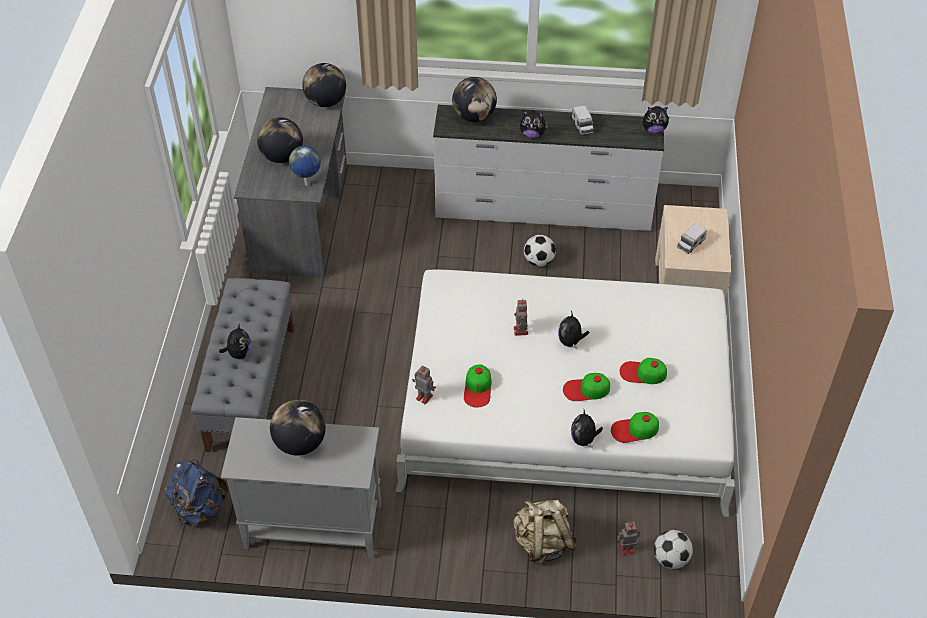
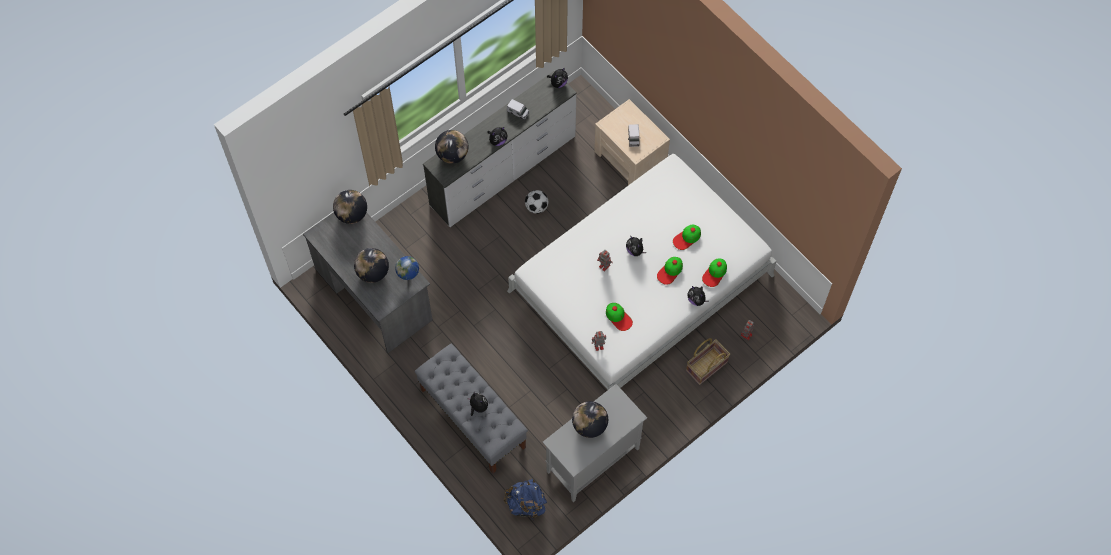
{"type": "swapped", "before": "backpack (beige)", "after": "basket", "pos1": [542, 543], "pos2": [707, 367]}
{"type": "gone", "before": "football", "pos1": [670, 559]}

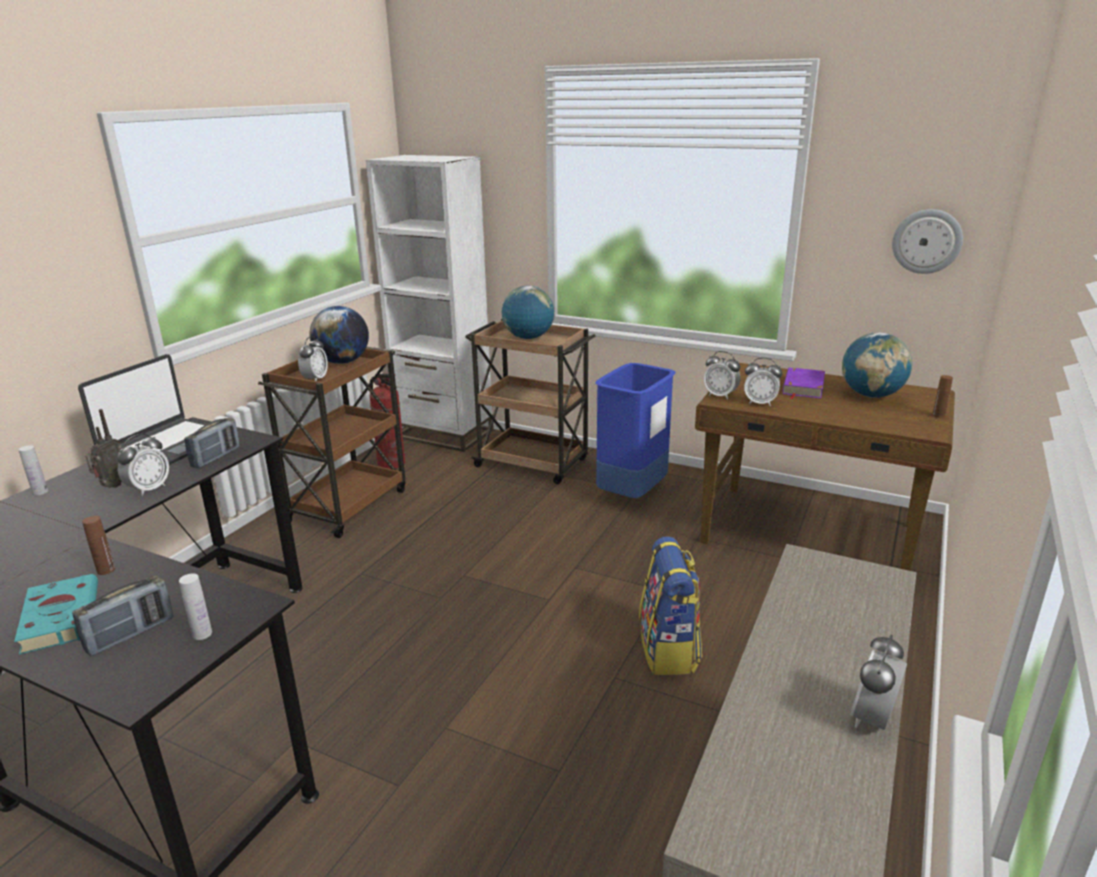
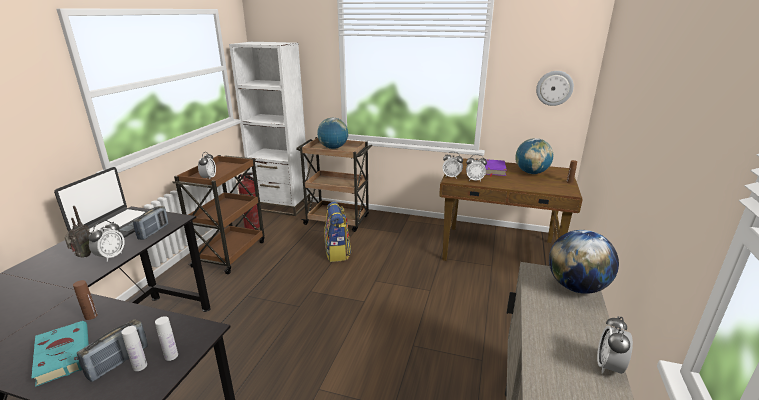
{"type": "shifted", "before": "bottle (white)", "pos1": [40, 492], "pos2": [140, 366]}
{"type": "shifted", "before": "globe", "pos1": [343, 362], "pos2": [576, 287]}
{"type": "gone", "before": "trash can (blue)", "pos1": [632, 494]}
{"type": "shifted", "before": "backpack", "pos1": [669, 650], "pos2": [337, 252]}

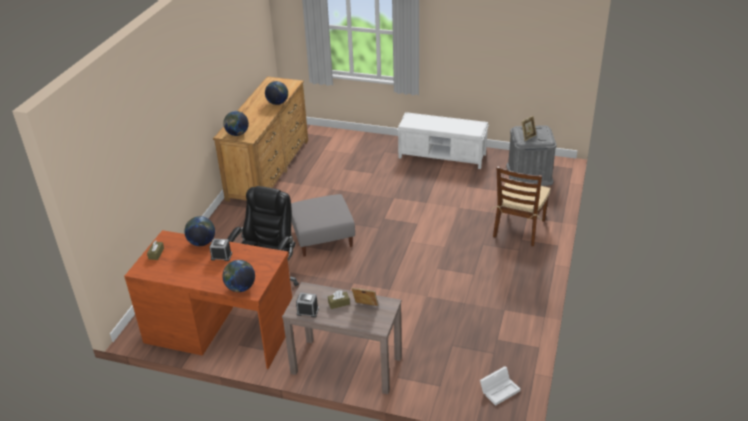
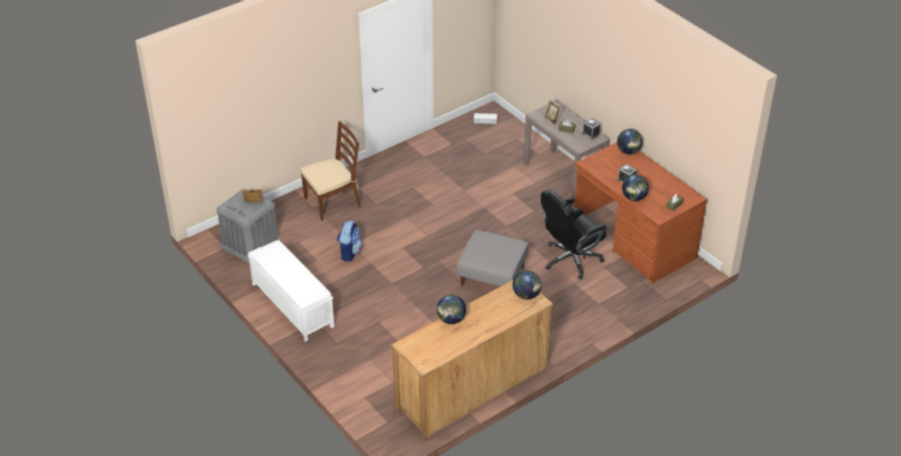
{"type": "new", "after": "backpack", "pos2": [349, 252]}

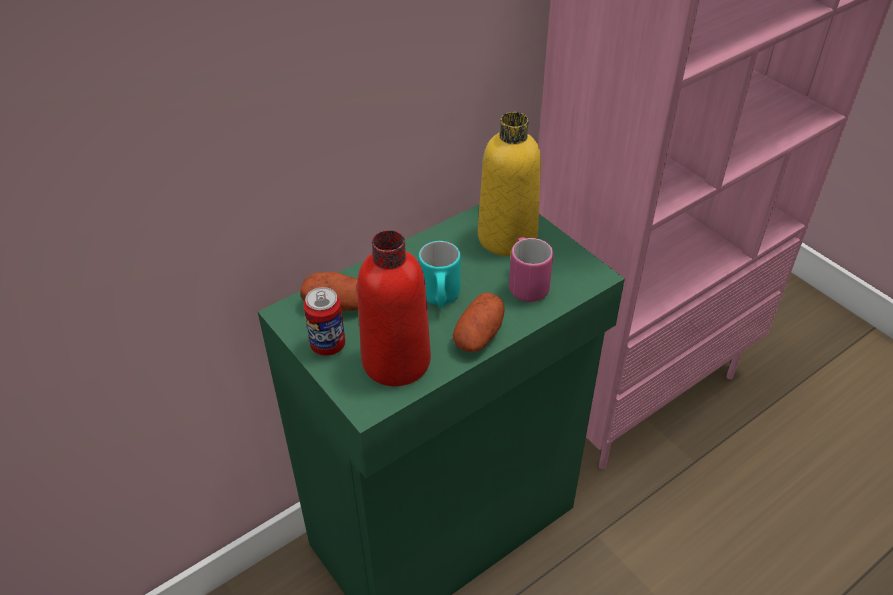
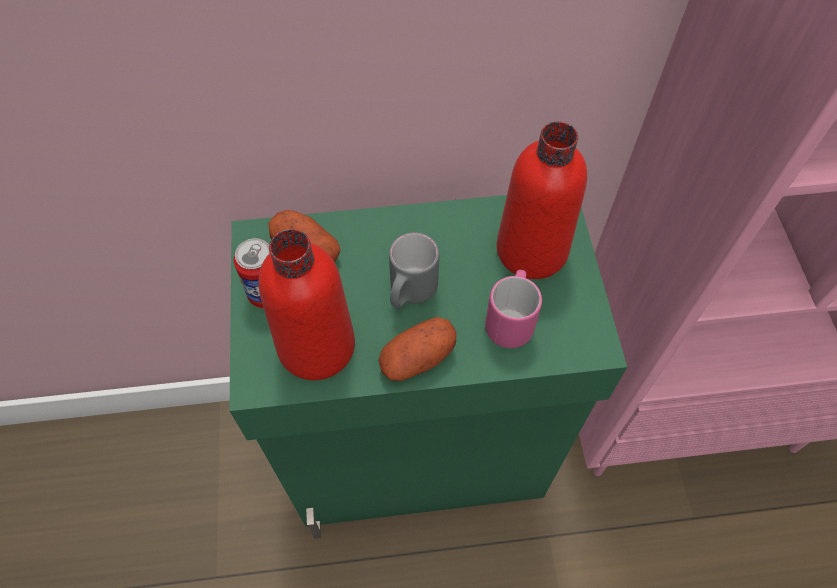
{"type": "repainted", "before": "mug (turquoise)", "after": "mug (grey)", "pos1": [440, 298], "pos2": [410, 293]}
{"type": "repainted", "before": "bottle (yellow)", "after": "bottle (red)", "pos1": [507, 237], "pos2": [531, 250]}

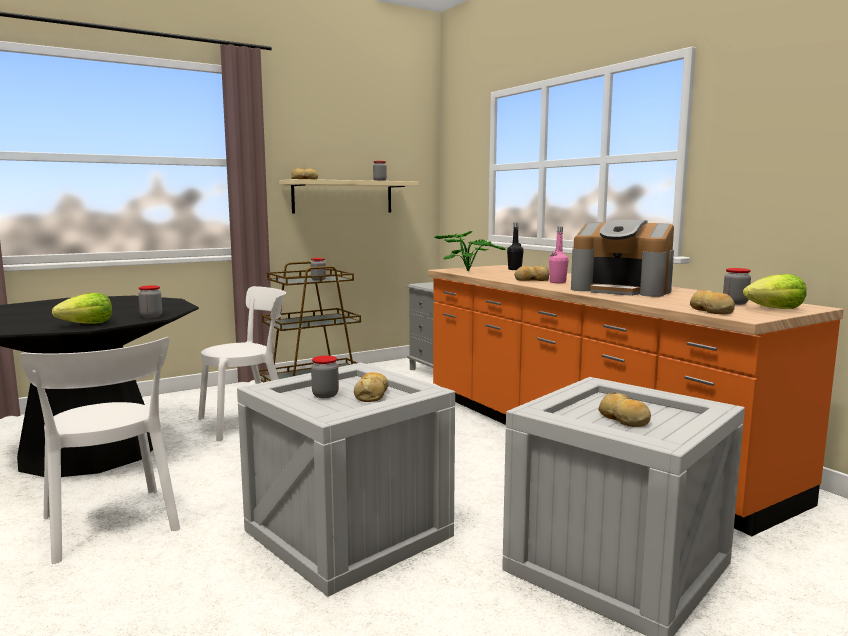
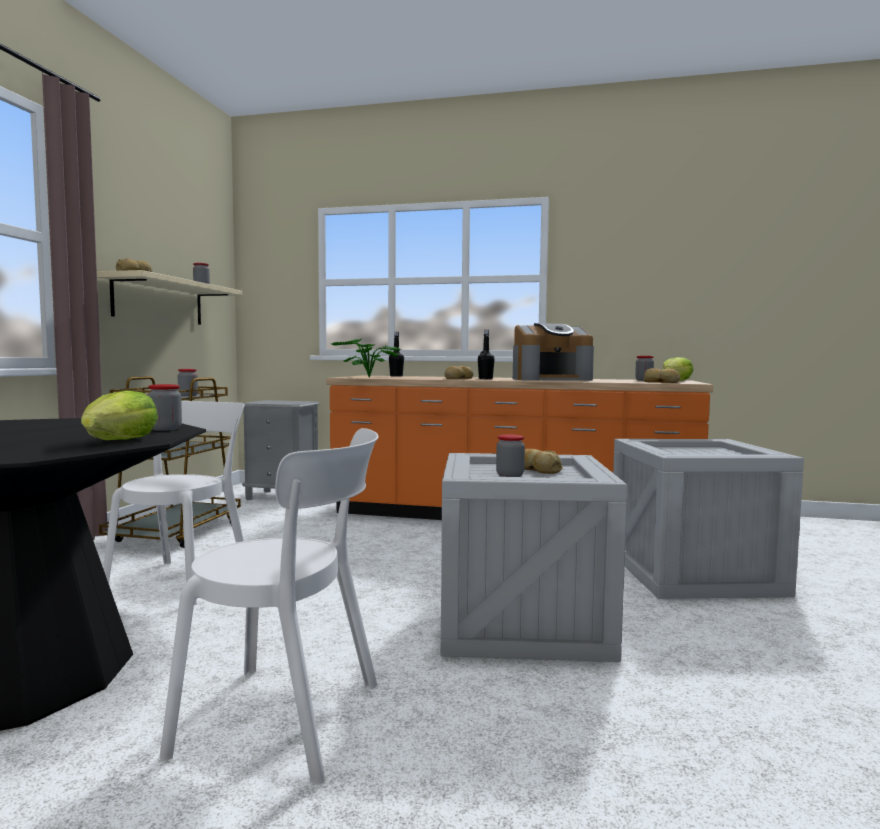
{"type": "repainted", "before": "bottle (pink)", "after": "bottle (black)", "pos1": [557, 282], "pos2": [485, 378]}
{"type": "gone", "before": "bread", "pos1": [624, 419]}

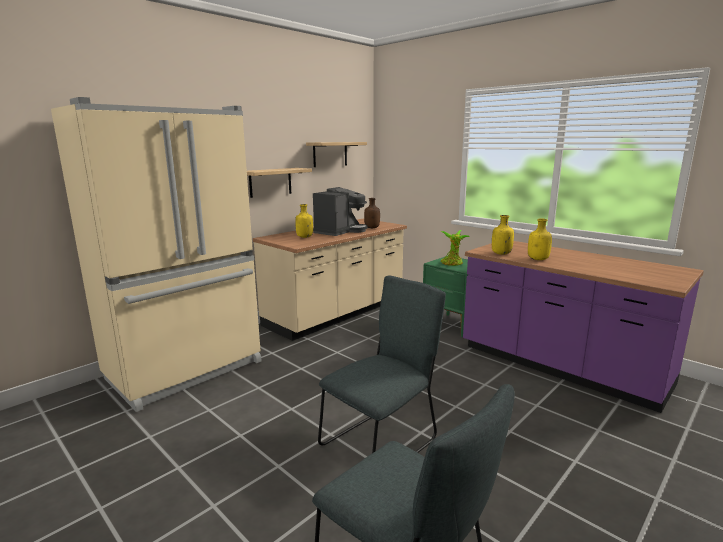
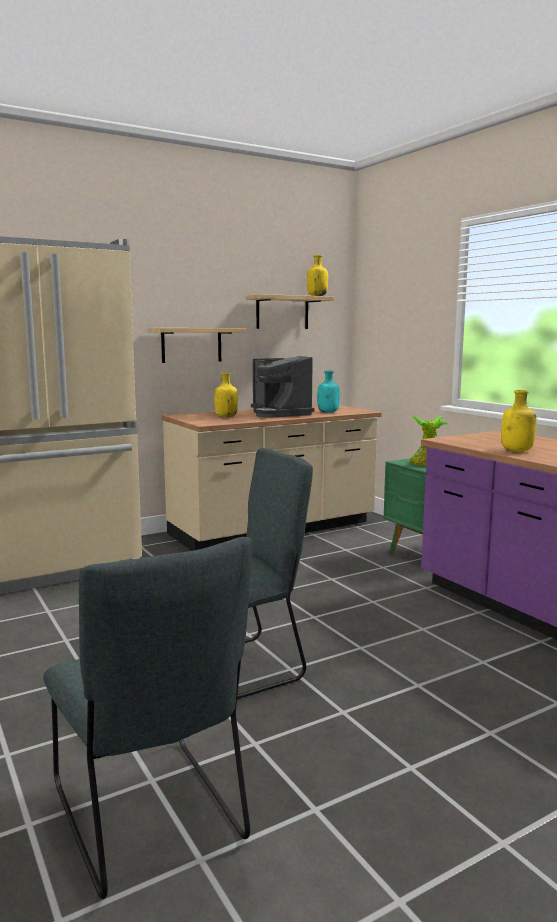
{"type": "rotated", "before": "coffee machine", "pos1": [340, 231], "pos2": [280, 413], "turn": 105}
{"type": "repainted", "before": "bottle (brown)", "after": "bottle (turquoise)", "pos1": [372, 228], "pos2": [328, 412]}
{"type": "shifted", "before": "bottle (yellow)", "pos1": [501, 254], "pos2": [317, 296]}

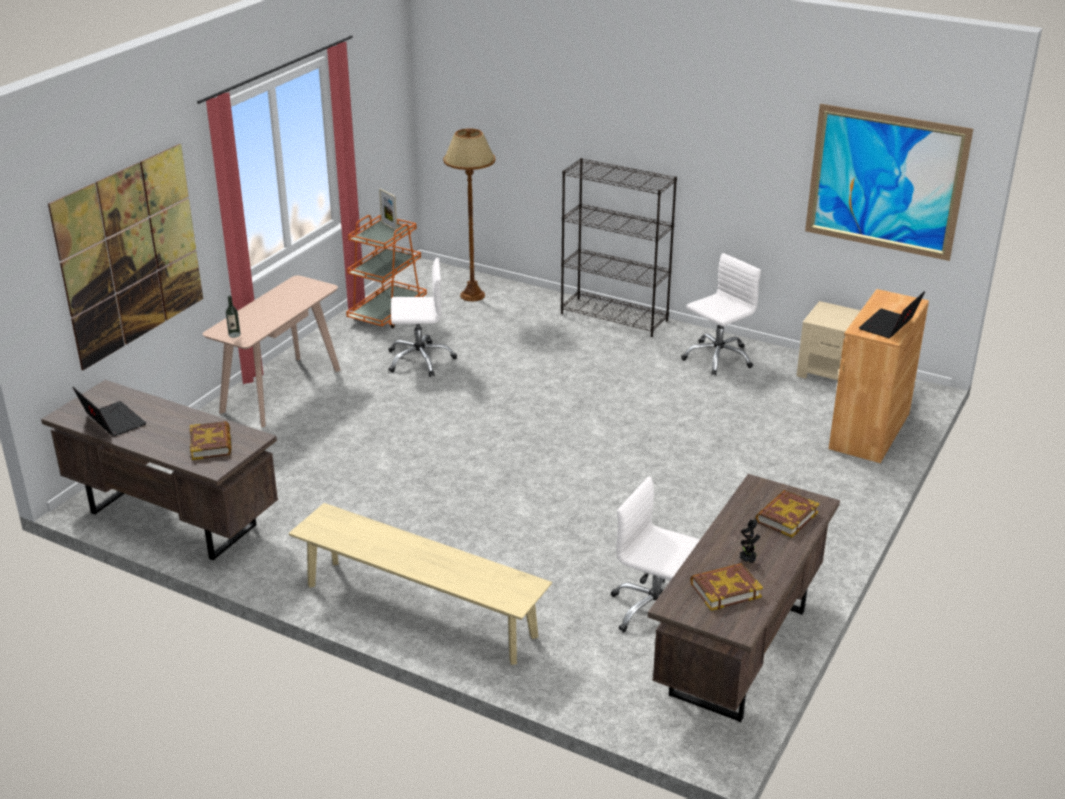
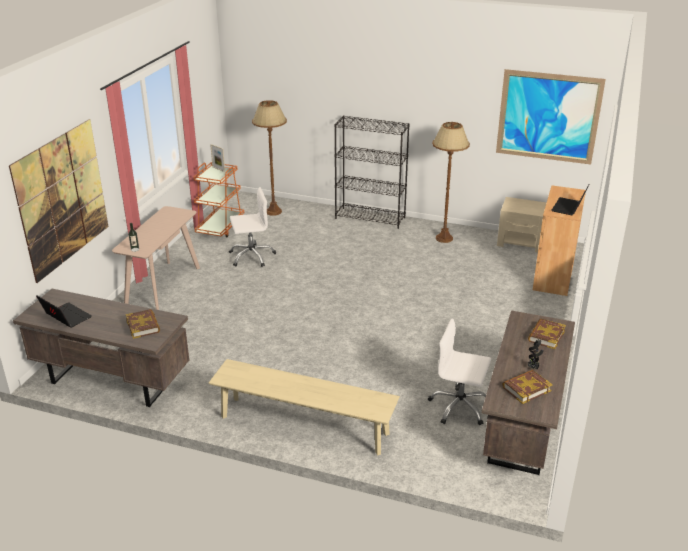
{"type": "swapped", "before": "office chair (white)", "after": "floor lamp (brown)", "pos1": [717, 358], "pos2": [444, 238]}

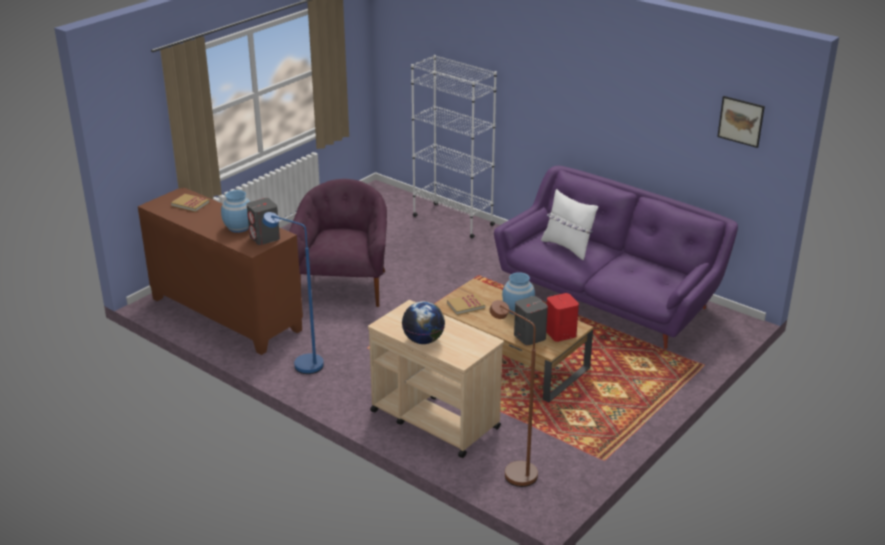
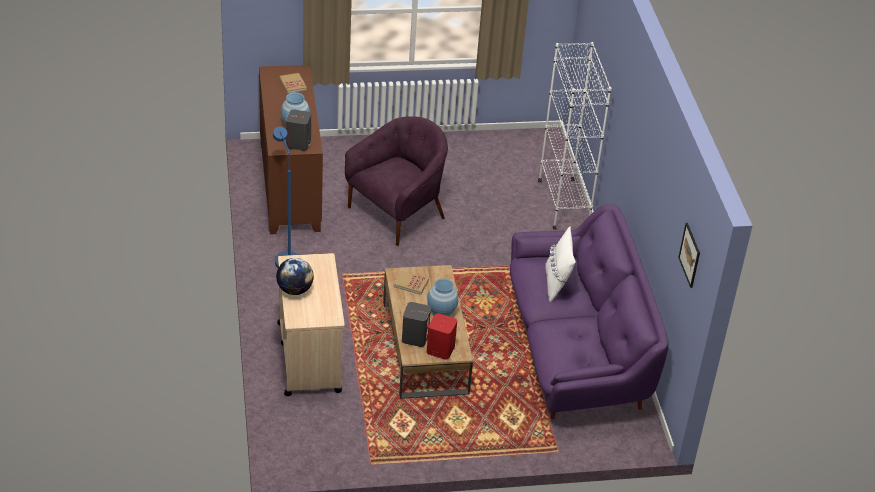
{"type": "gone", "before": "floor lamp (brown)", "pos1": [514, 471]}

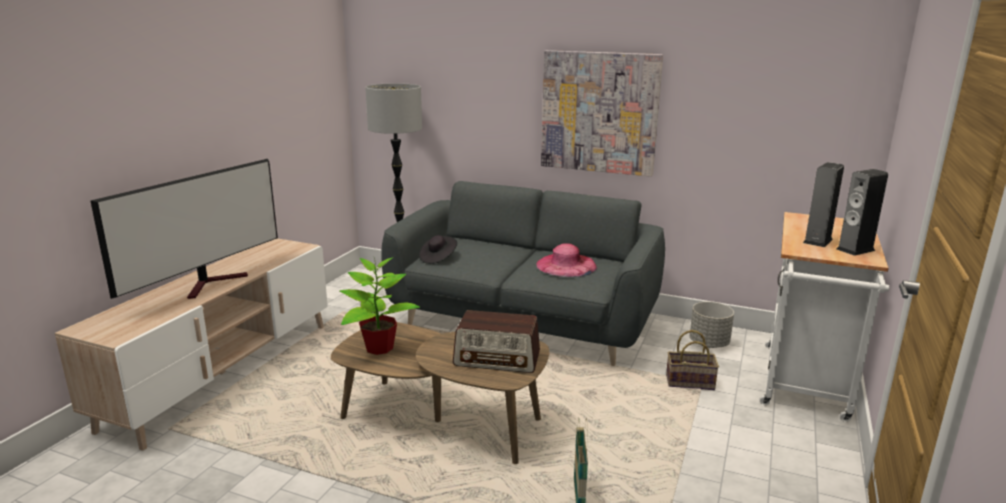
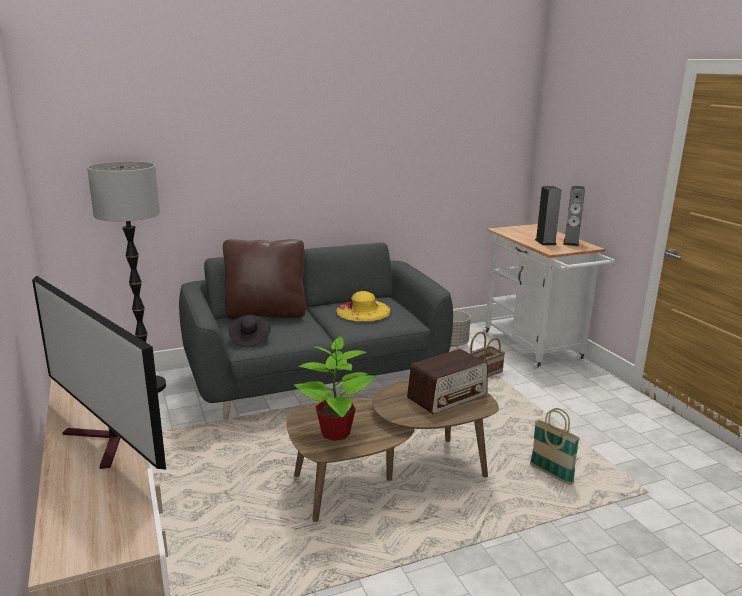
{"type": "rotated", "before": "television", "pos1": [212, 283], "pos2": [104, 443], "turn": 150}
{"type": "repainted", "before": "hat (pink)", "after": "hat (yellow)", "pos1": [566, 265], "pos2": [363, 311]}
{"type": "gone", "before": "picture", "pos1": [599, 112]}
{"type": "new", "after": "pillow (brown)", "pos2": [266, 314]}

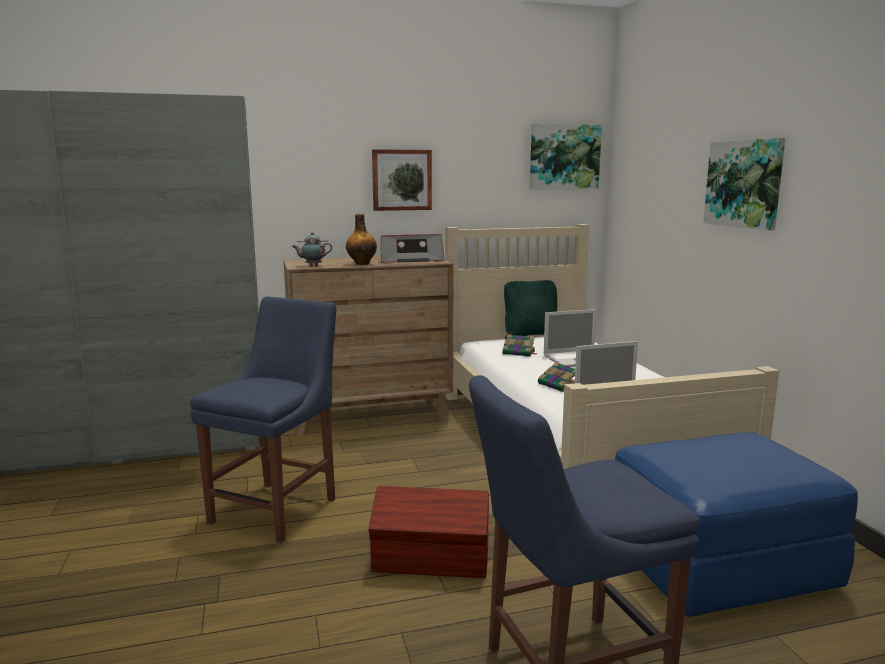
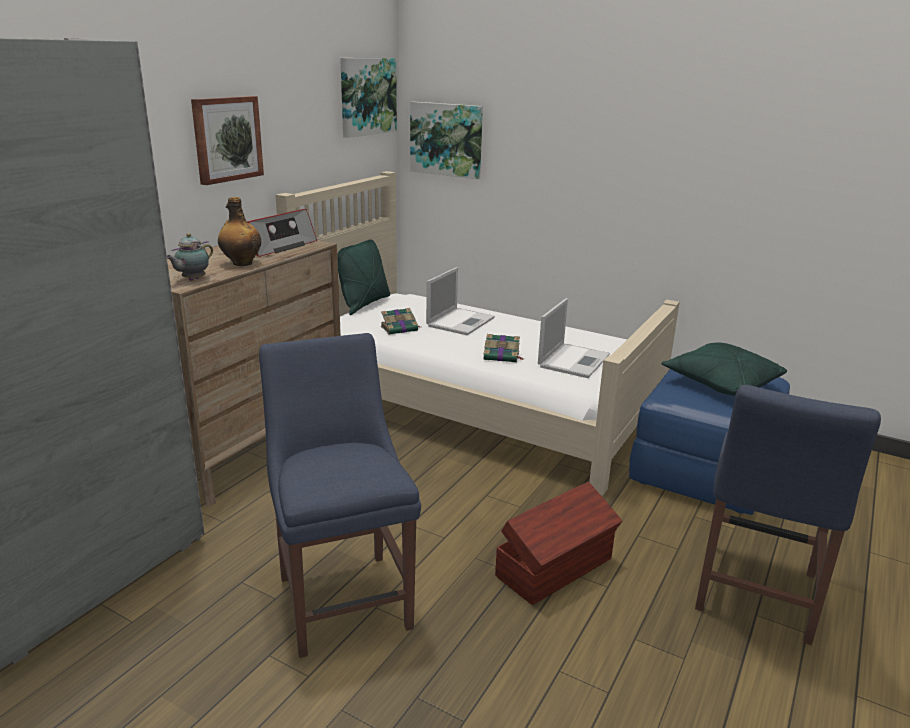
{"type": "shifted", "before": "picture", "pos1": [744, 183], "pos2": [446, 139]}
{"type": "new", "after": "pillow (green)", "pos2": [721, 383]}

